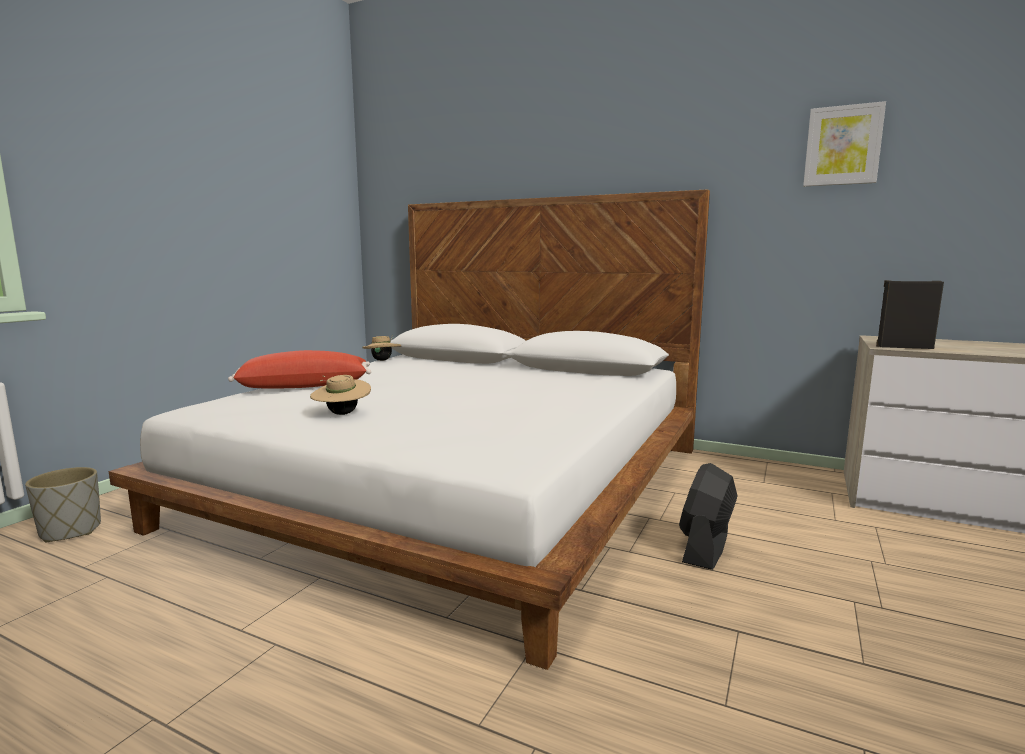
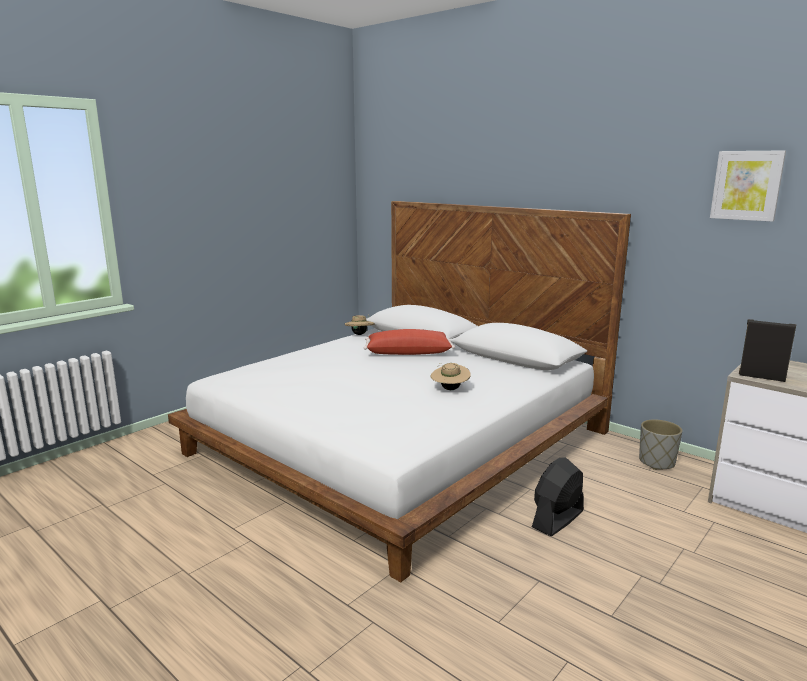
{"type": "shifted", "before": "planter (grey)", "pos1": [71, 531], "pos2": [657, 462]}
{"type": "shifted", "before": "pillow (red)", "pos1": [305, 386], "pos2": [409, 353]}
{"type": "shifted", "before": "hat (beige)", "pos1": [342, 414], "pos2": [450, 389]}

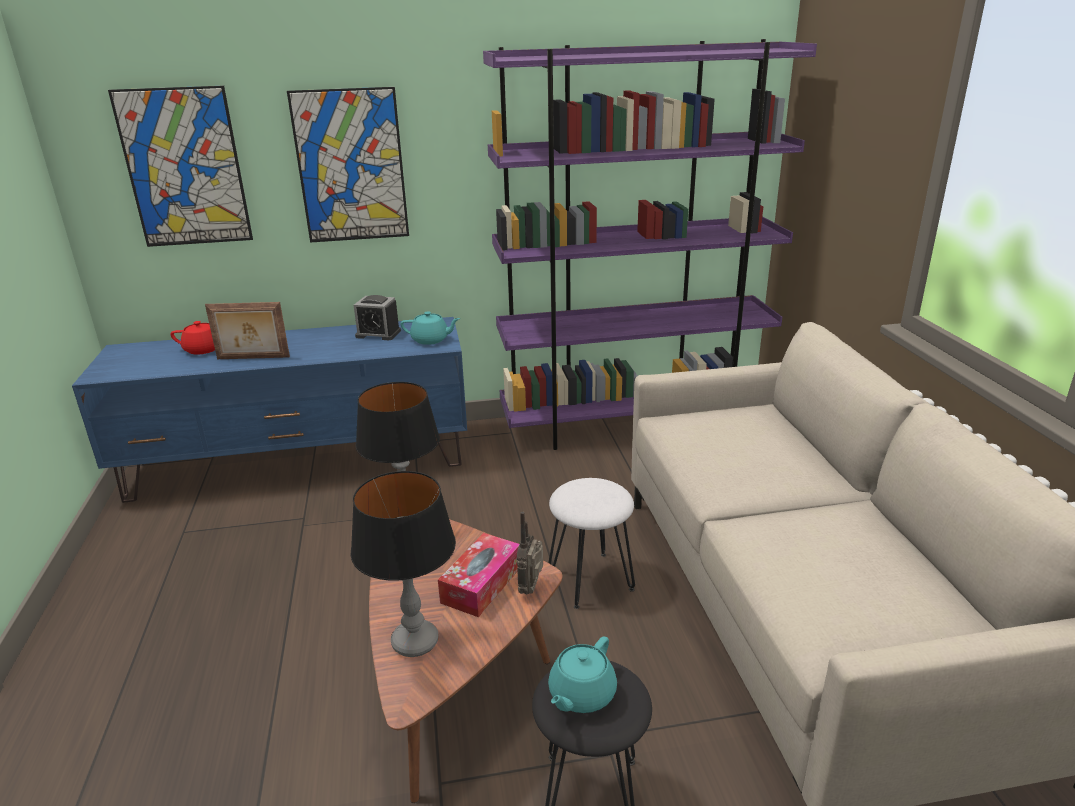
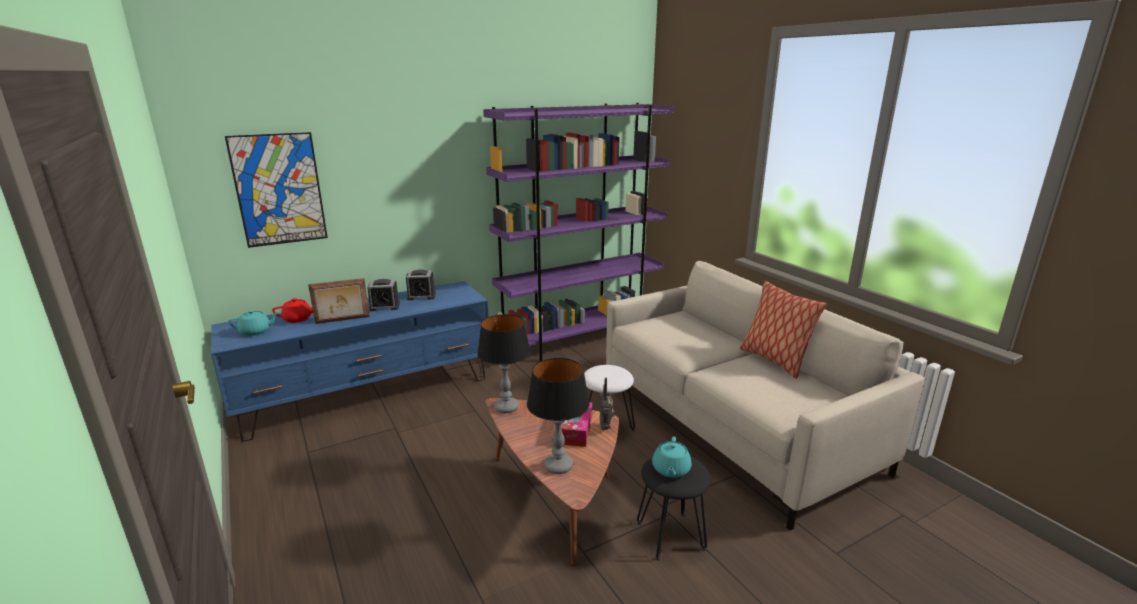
{"type": "gone", "before": "picture", "pos1": [351, 166]}
{"type": "shifted", "before": "teapot (turquoise)", "pos1": [430, 340], "pos2": [256, 331]}
{"type": "new", "after": "alarm clock", "pos2": [384, 306]}
{"type": "new", "after": "pillow", "pos2": [774, 360]}

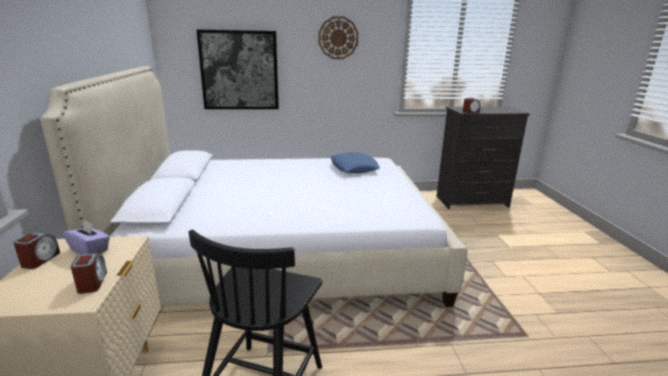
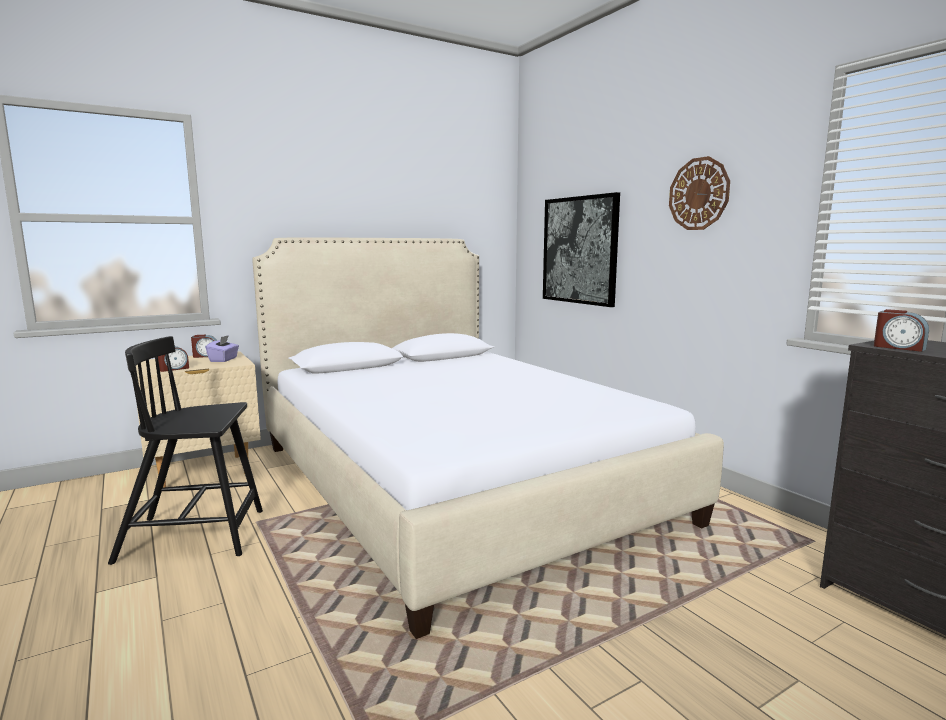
{"type": "gone", "before": "pillow (blue)", "pos1": [354, 168]}

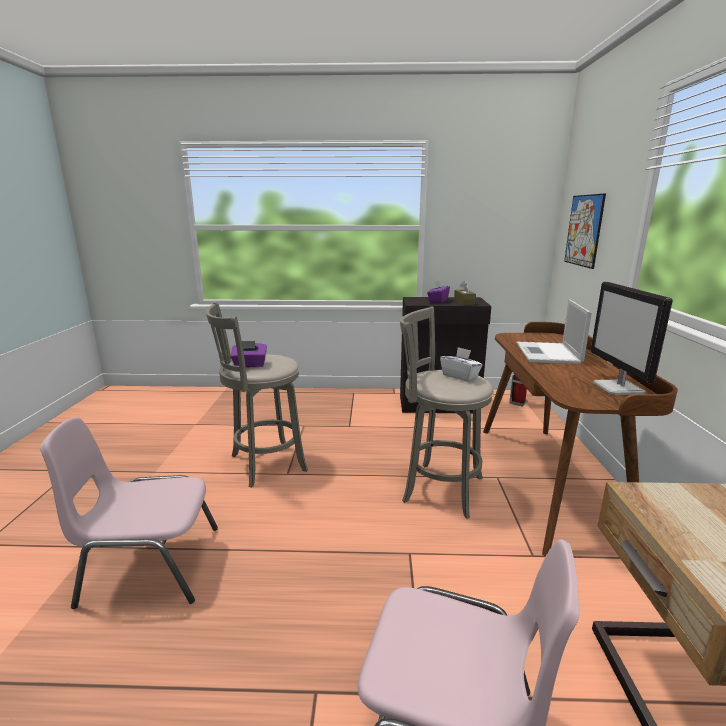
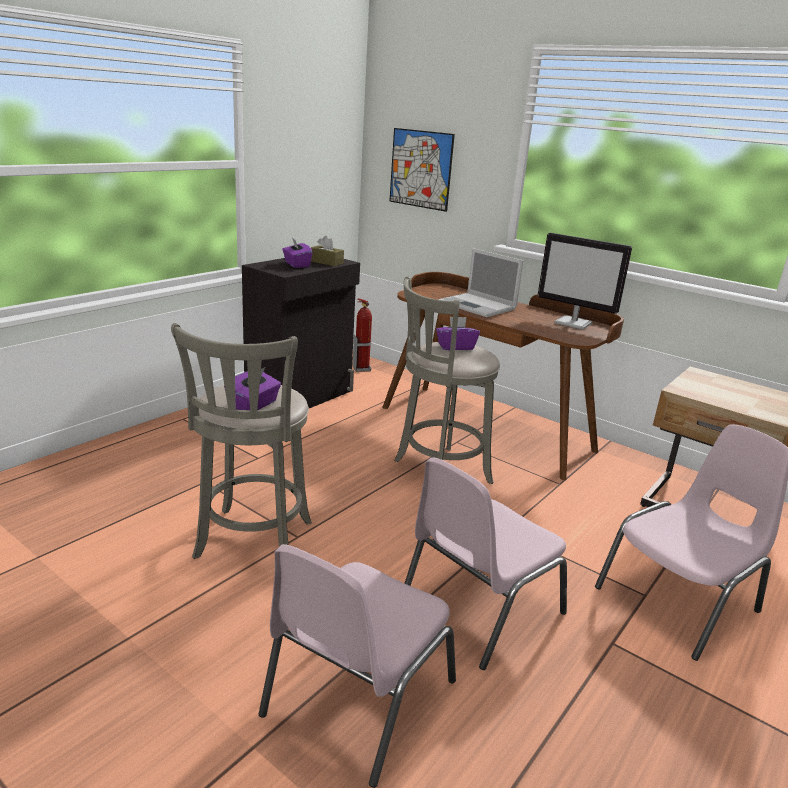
{"type": "repainted", "before": "tissue box (white)", "after": "tissue box (purple)", "pos1": [460, 376], "pos2": [455, 347]}
{"type": "new", "after": "chair (pink)", "pos2": [478, 608]}

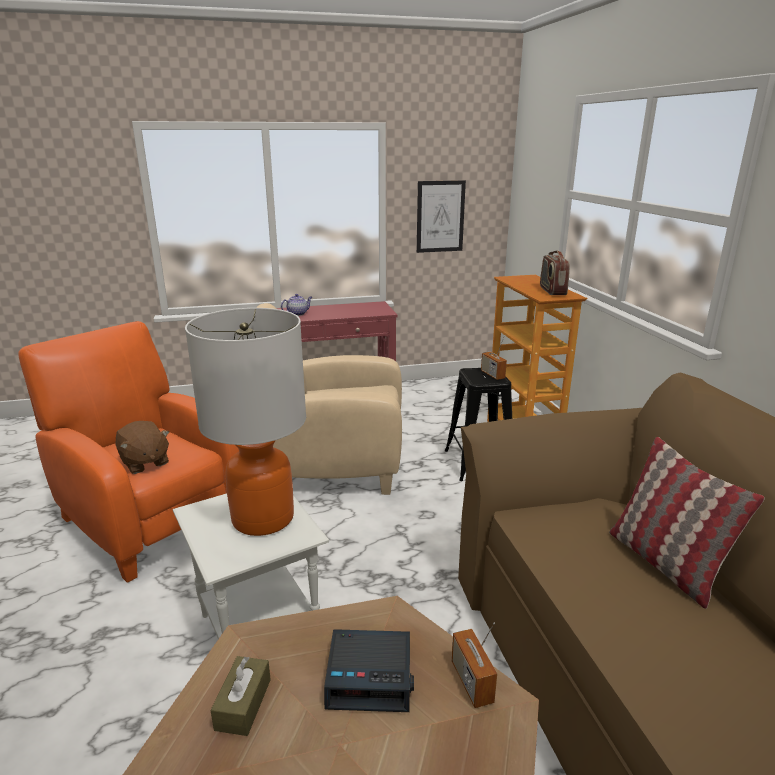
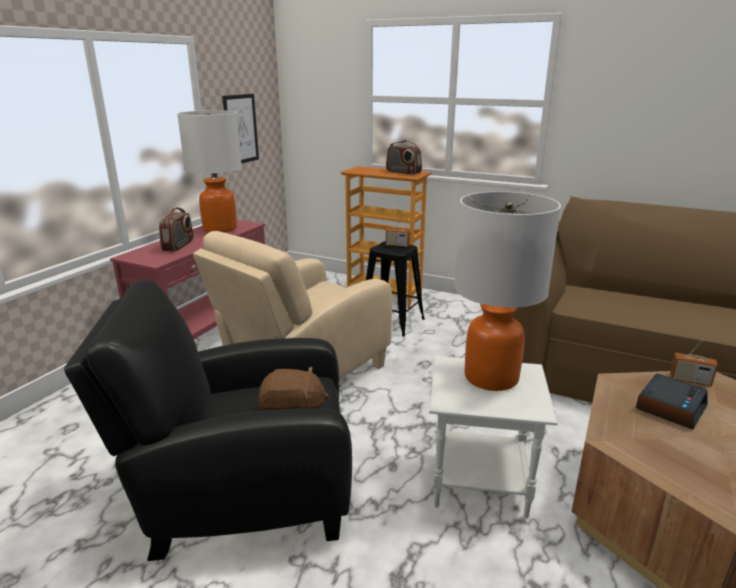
{"type": "repainted", "before": "armchair (orange)", "after": "armchair (black)", "pos1": [149, 516], "pos2": [242, 493]}
{"type": "gone", "before": "tissue box (brown)", "pos1": [243, 704]}
{"type": "swapped", "before": "teapot", "after": "radio", "pos1": [297, 314], "pos2": [178, 246]}
{"type": "gone", "before": "pillow", "pos1": [665, 563]}
{"type": "new", "after": "table lamp", "pos2": [219, 229]}

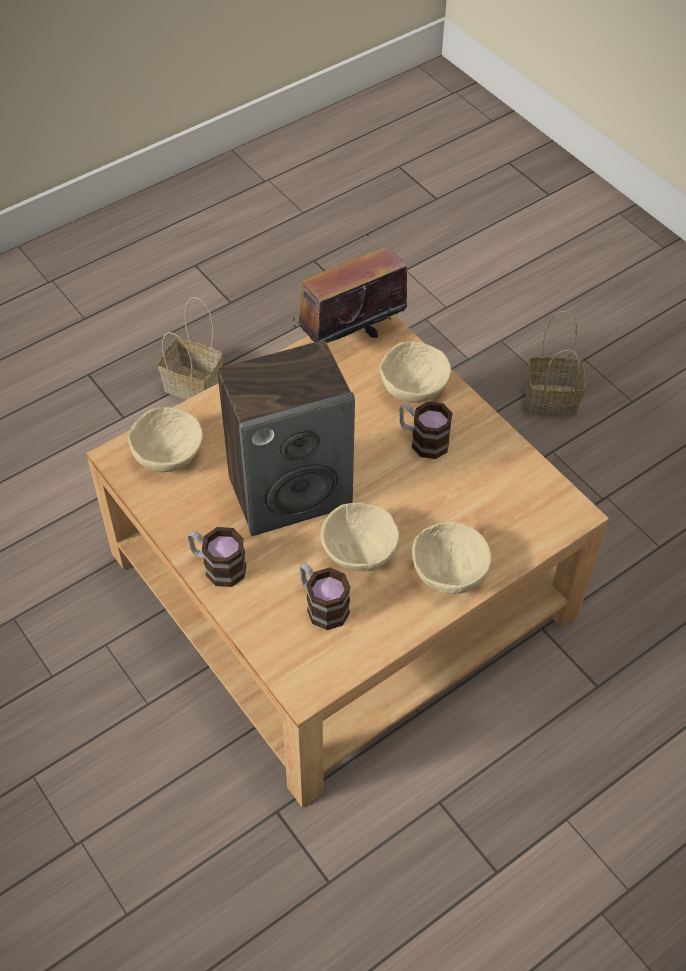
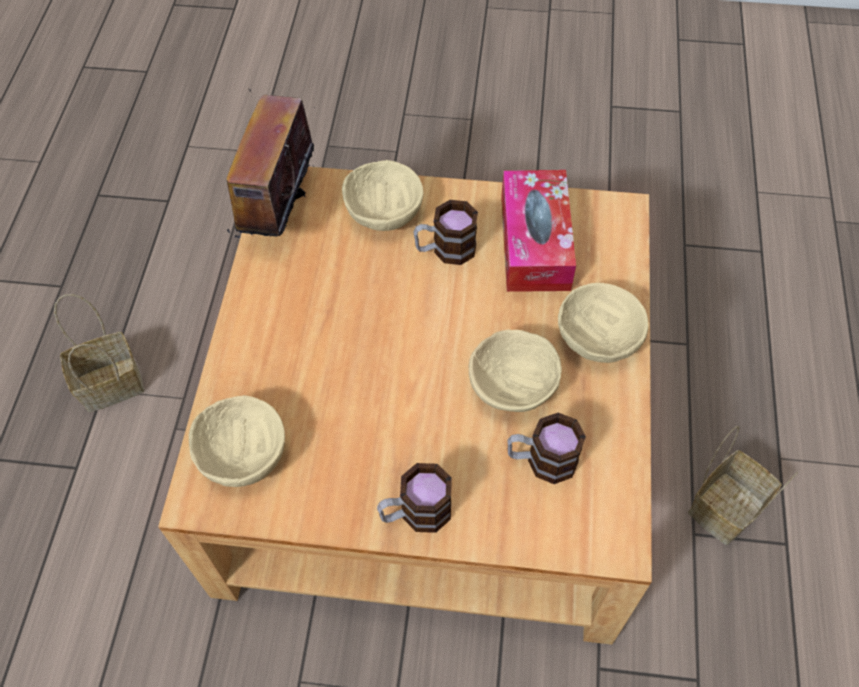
{"type": "gone", "before": "speaker", "pos1": [290, 491]}
{"type": "shifted", "before": "basket", "pos1": [553, 399], "pos2": [726, 505]}
{"type": "new", "after": "tissue box", "pos2": [535, 242]}

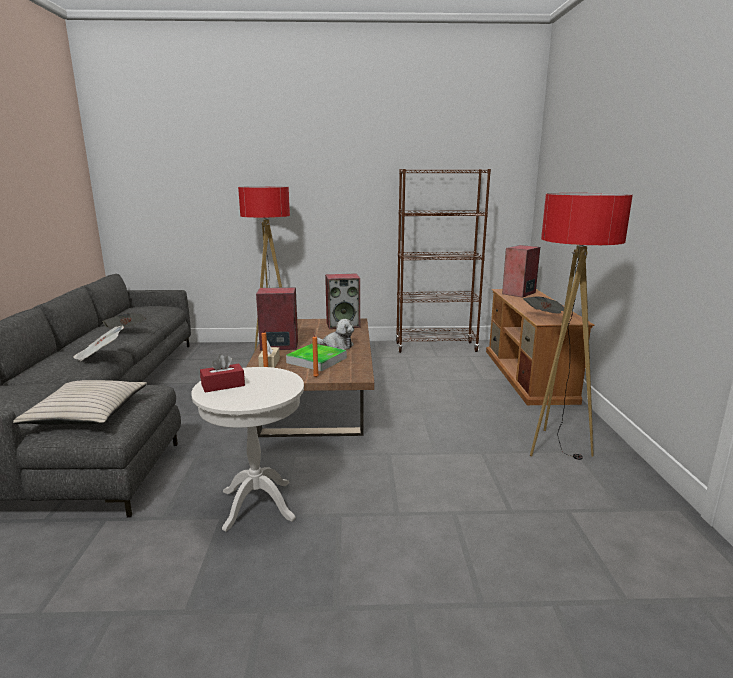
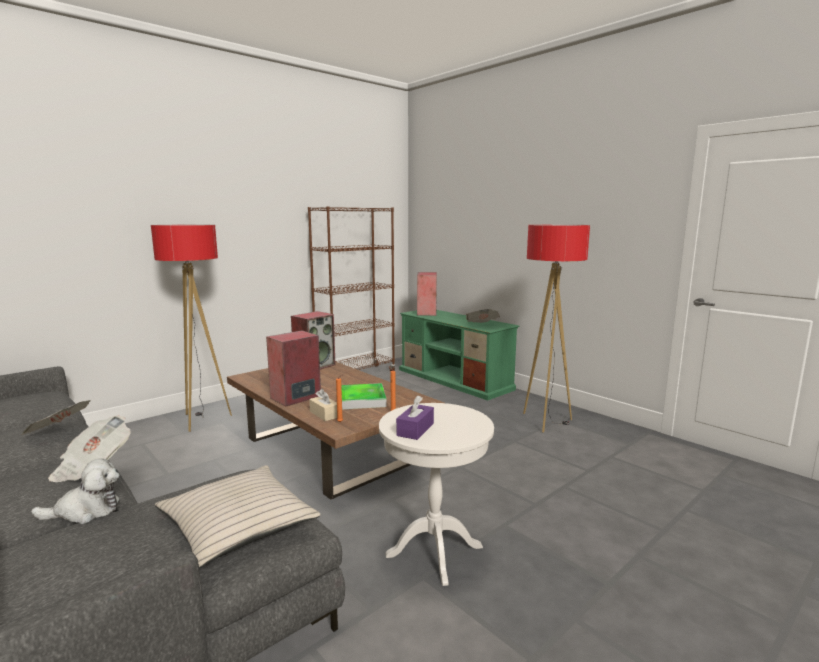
{"type": "repainted", "before": "tissue box (red)", "after": "tissue box (purple)", "pos1": [223, 385], "pos2": [415, 429]}
{"type": "shifted", "before": "plush toy", "pos1": [337, 345], "pos2": [86, 511]}
{"type": "repainted", "before": "tv stand (brown)", "after": "tv stand (green)", "pos1": [529, 375], "pos2": [455, 379]}

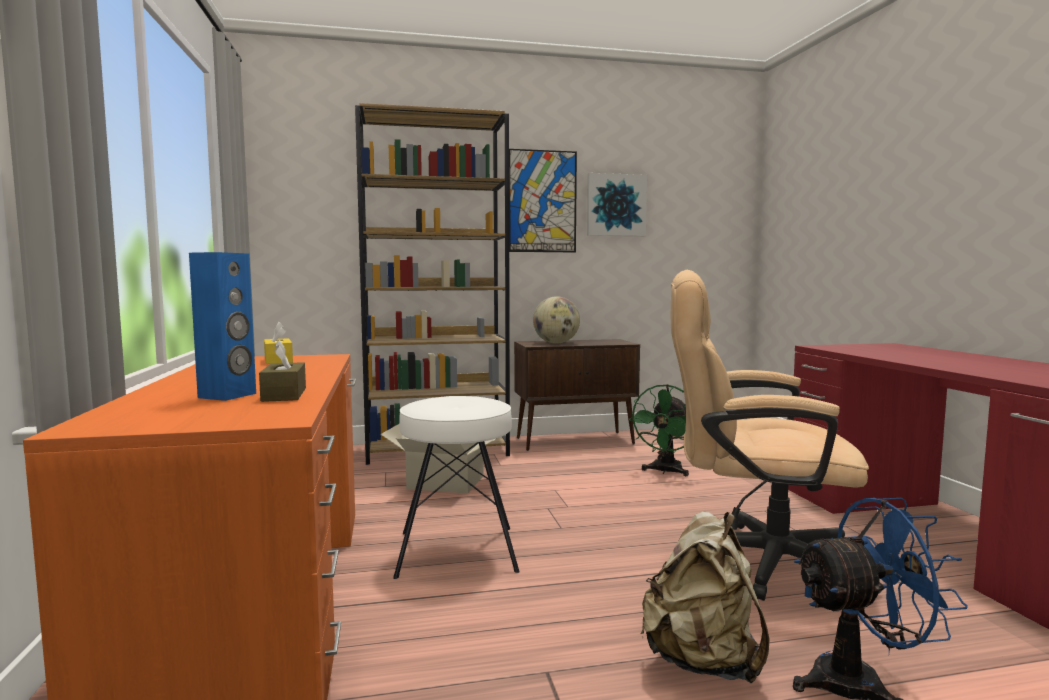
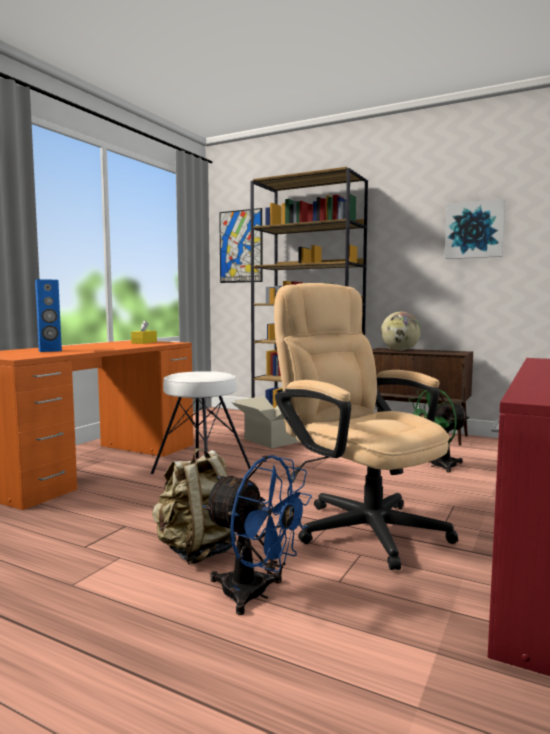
{"type": "gone", "before": "tissue box (brown)", "pos1": [284, 395]}
{"type": "shifted", "before": "picture", "pos1": [542, 201], "pos2": [241, 246]}

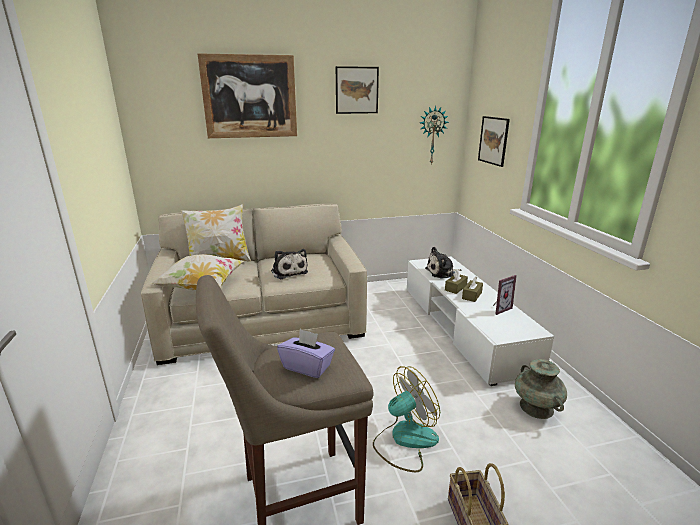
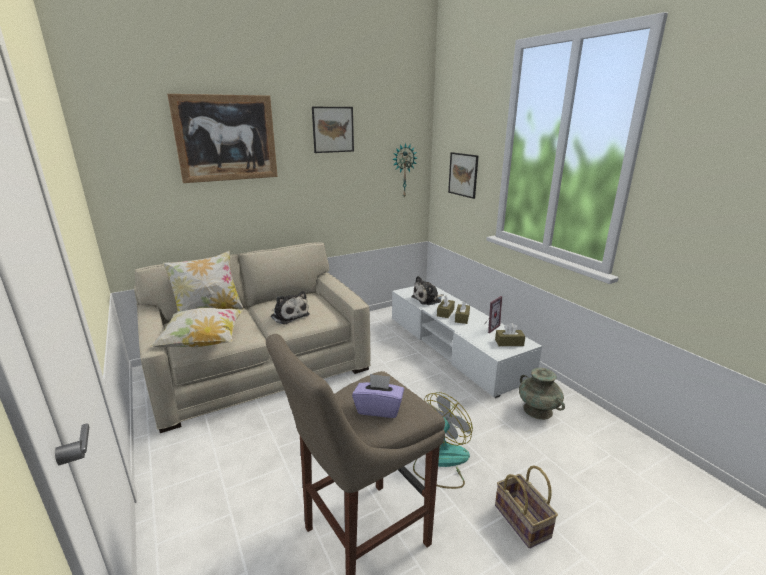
{"type": "new", "after": "tissue box (brown)", "pos2": [509, 342]}

